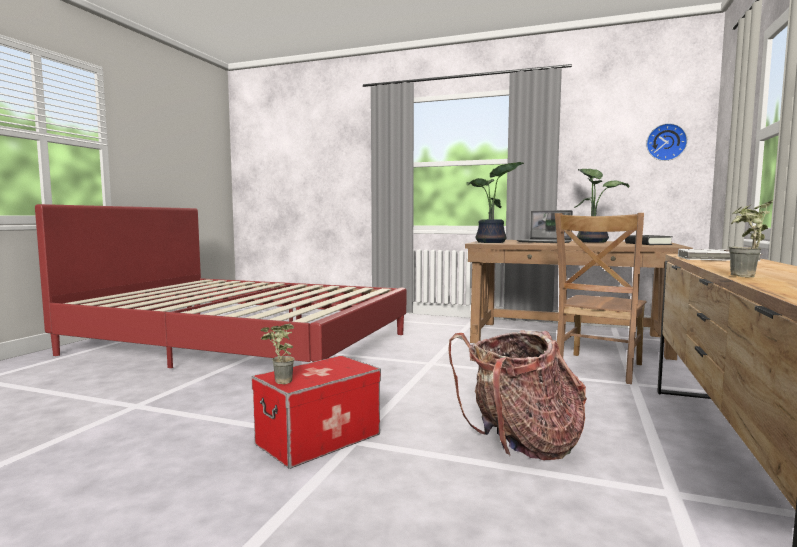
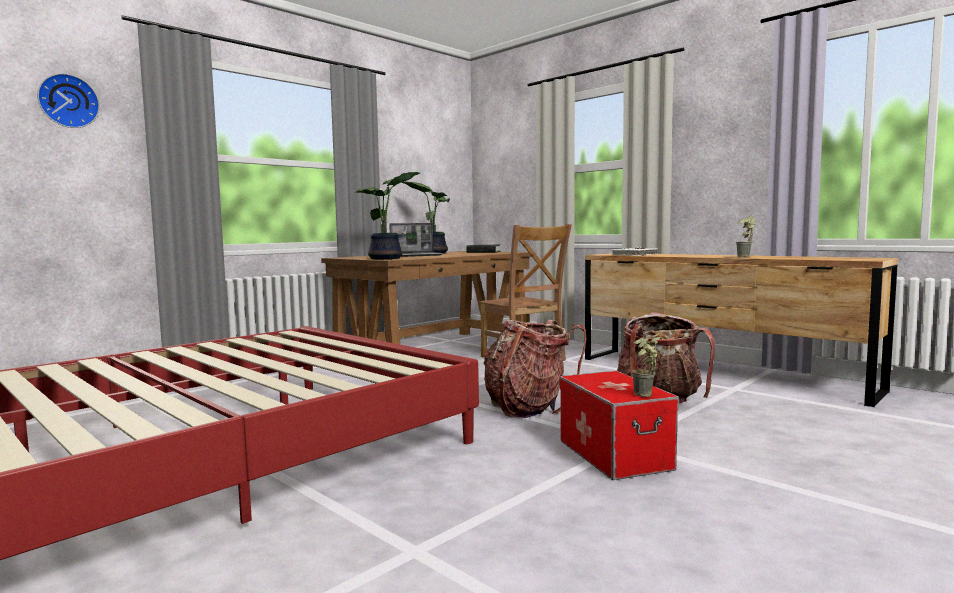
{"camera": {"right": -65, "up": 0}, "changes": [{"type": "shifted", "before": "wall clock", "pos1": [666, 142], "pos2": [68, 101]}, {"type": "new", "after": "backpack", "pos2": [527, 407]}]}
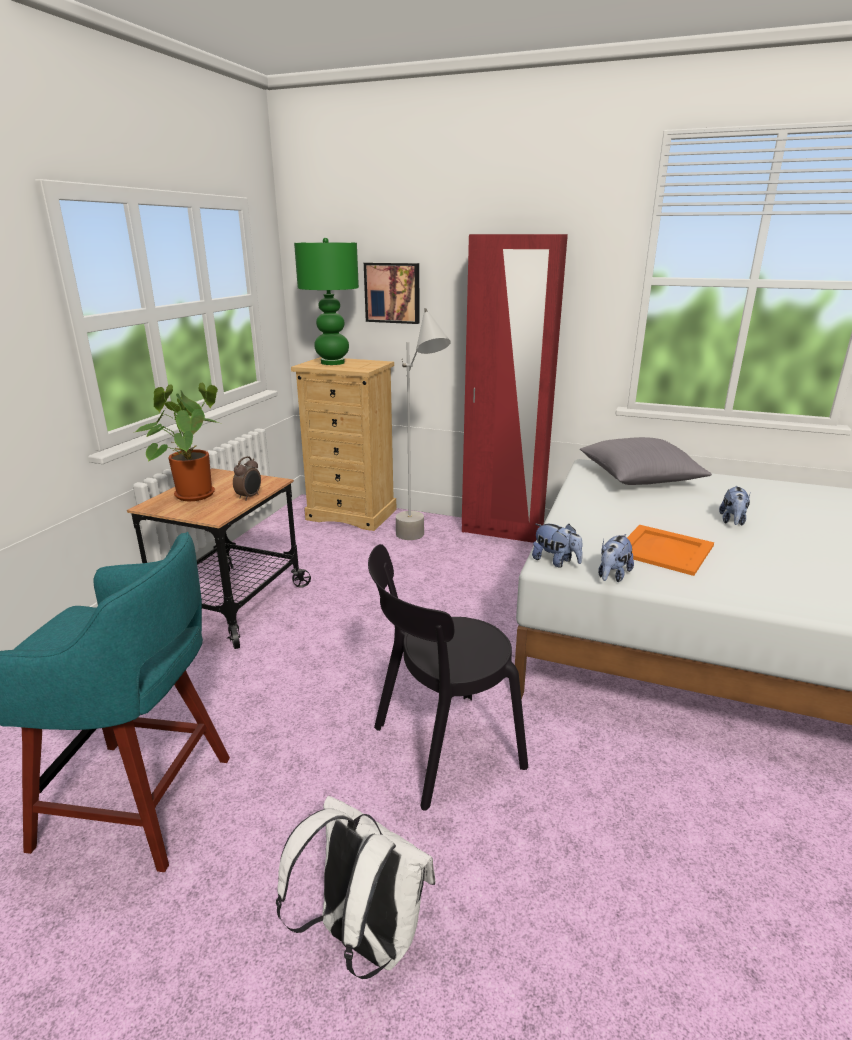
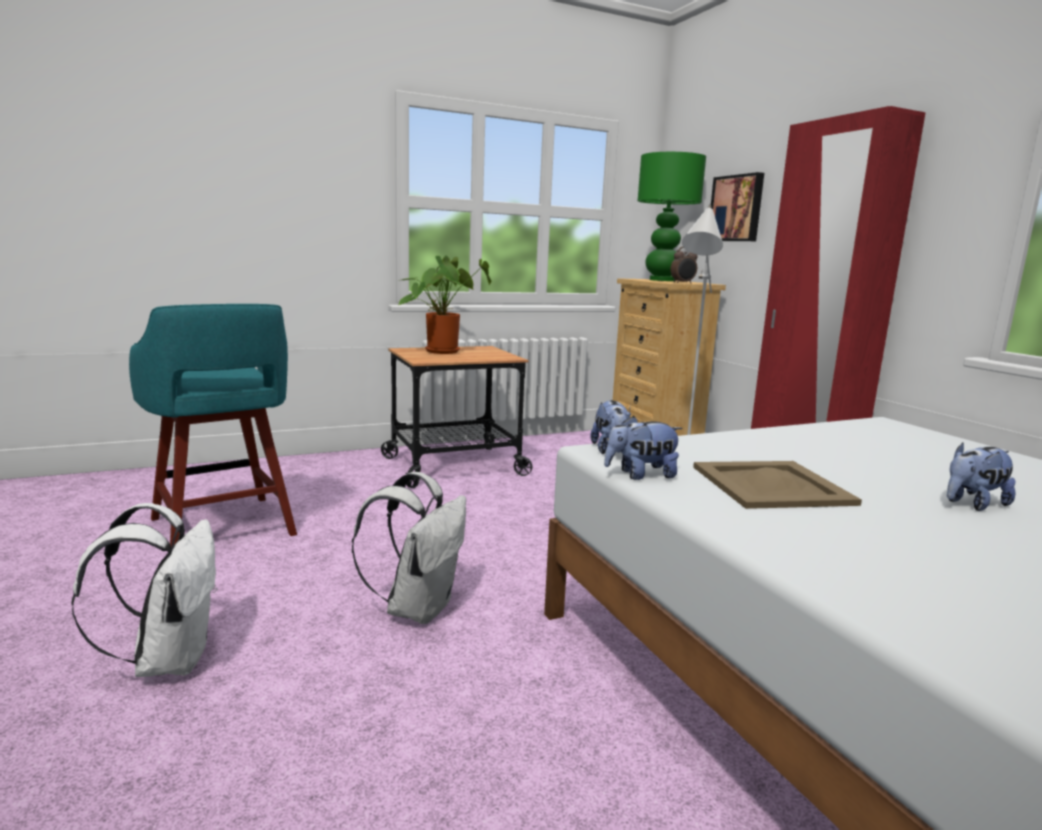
{"camera": {"right": 45, "up": -10}, "changes": [{"type": "swapped", "before": "black chair", "after": "white backpack", "pos1": [441, 749], "pos2": [418, 607]}, {"type": "shifted", "before": "alarm clock", "pos1": [249, 497], "pos2": [683, 283]}, {"type": "repainted", "before": "orange tray", "after": "beige tray", "pos1": [664, 550], "pos2": [770, 485]}, {"type": "gone", "before": "grey pillow", "pos1": [639, 478]}]}
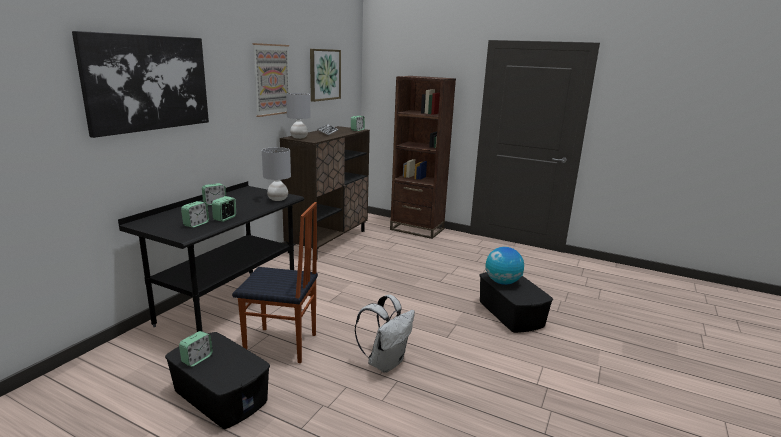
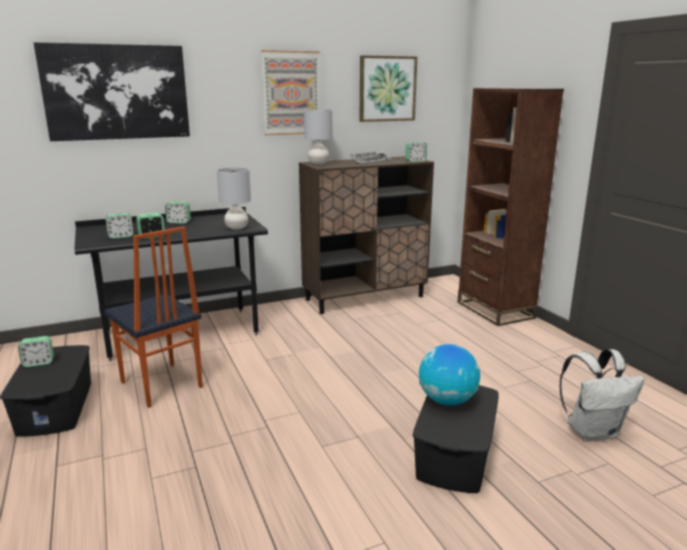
{"camera": {"right": 40, "up": 0}, "changes": [{"type": "shifted", "before": "white backpack", "pos1": [385, 362], "pos2": [593, 431]}]}
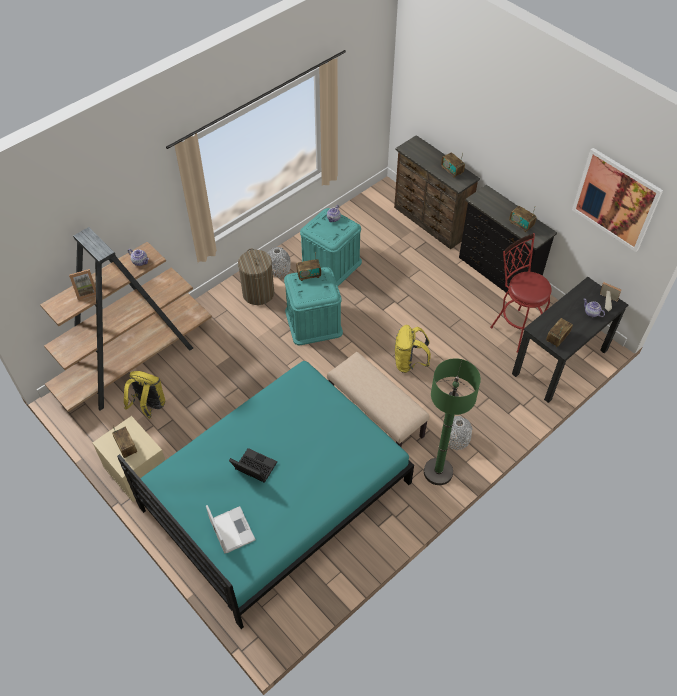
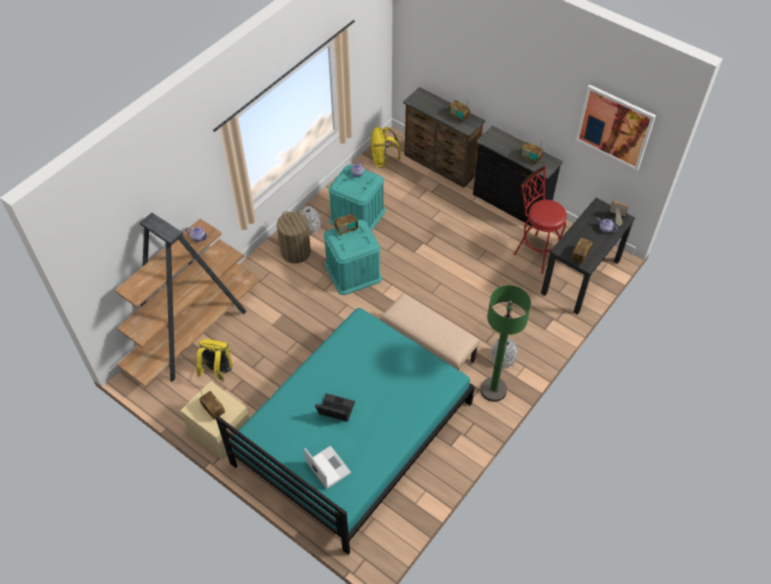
{"camera": {"right": -10, "up": 0}, "changes": [{"type": "shifted", "before": "yellow backpack", "pos1": [409, 363], "pos2": [384, 160]}, {"type": "gone", "before": "picture frame", "pos1": [86, 291]}]}
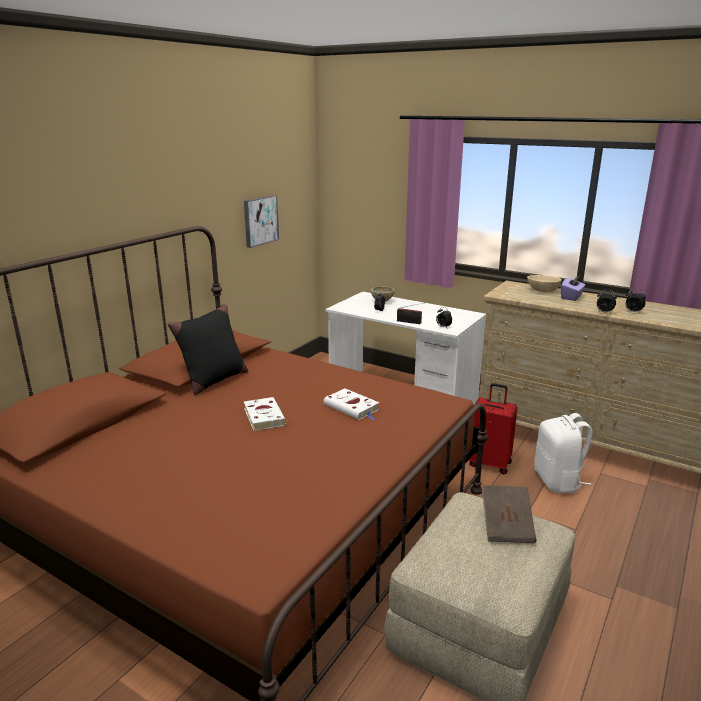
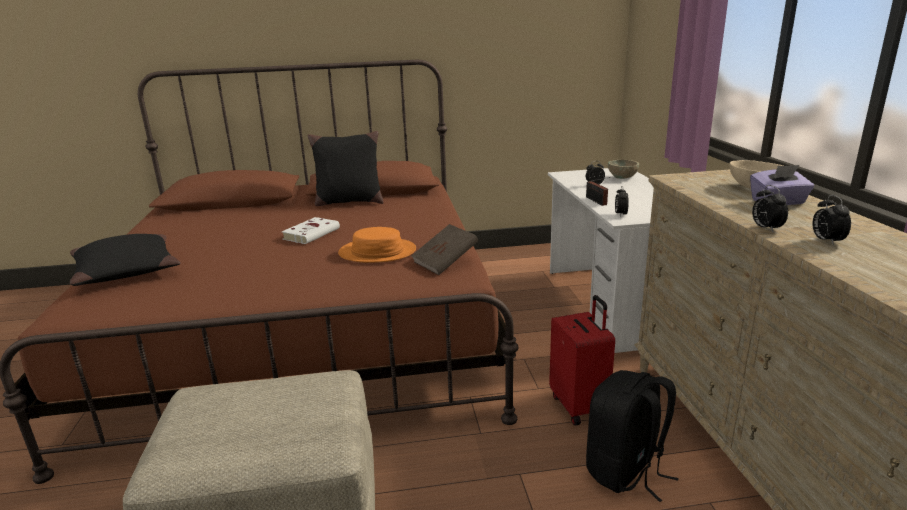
{"camera": {"right": 50, "up": 0}, "changes": [{"type": "new", "after": "black pillow", "pos2": [127, 271]}, {"type": "swapped", "before": "white book", "after": "orange hat", "pos1": [352, 408], "pos2": [377, 252]}, {"type": "shifted", "before": "brown book", "pos1": [506, 526], "pos2": [445, 262]}, {"type": "repainted", "before": "white backpack", "after": "black backpack", "pos1": [558, 481], "pos2": [626, 471]}, {"type": "gone", "before": "picture", "pos1": [260, 220]}]}
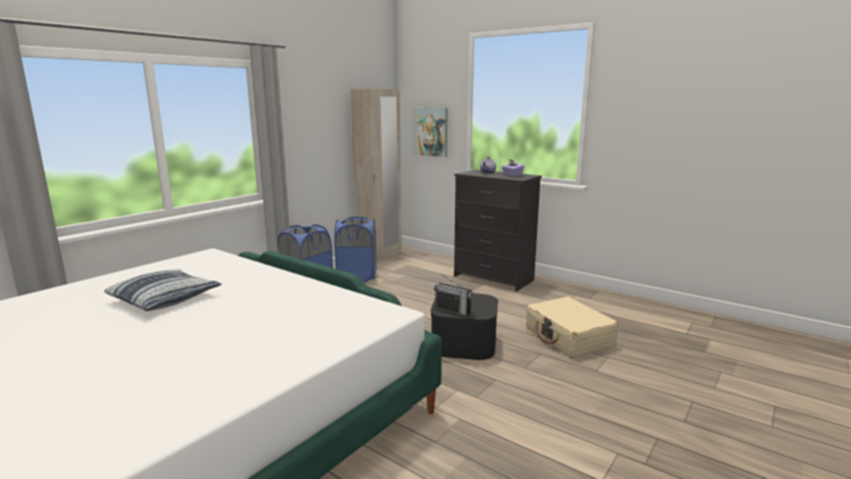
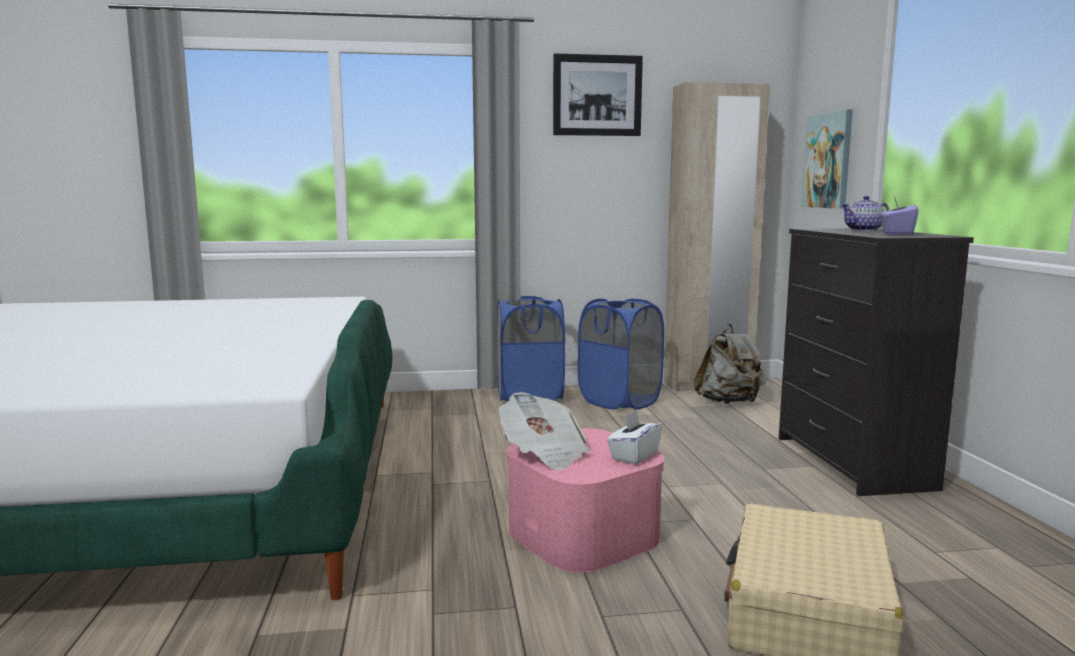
{"camera": {"right": 45, "up": -5}, "changes": [{"type": "swapped", "before": "radio", "after": "newspaper", "pos1": [453, 310], "pos2": [544, 454]}, {"type": "repainted", "before": "black storage box", "after": "pink storage box", "pos1": [464, 343], "pos2": [584, 534]}, {"type": "new", "after": "picture", "pos2": [597, 95]}, {"type": "new", "after": "white tissue box", "pos2": [634, 456]}, {"type": "new", "after": "grey backpack", "pos2": [729, 402]}, {"type": "gone", "before": "pillow", "pos1": [165, 298]}]}
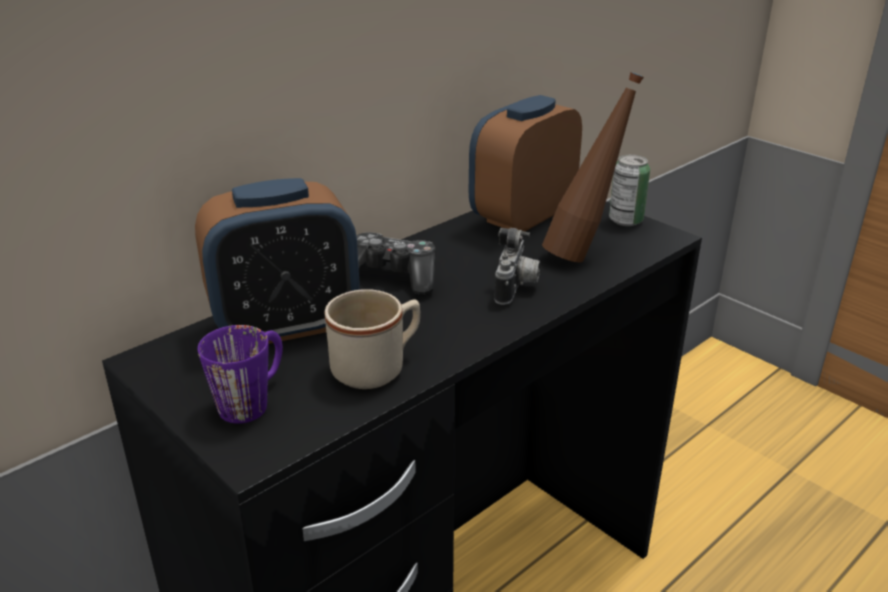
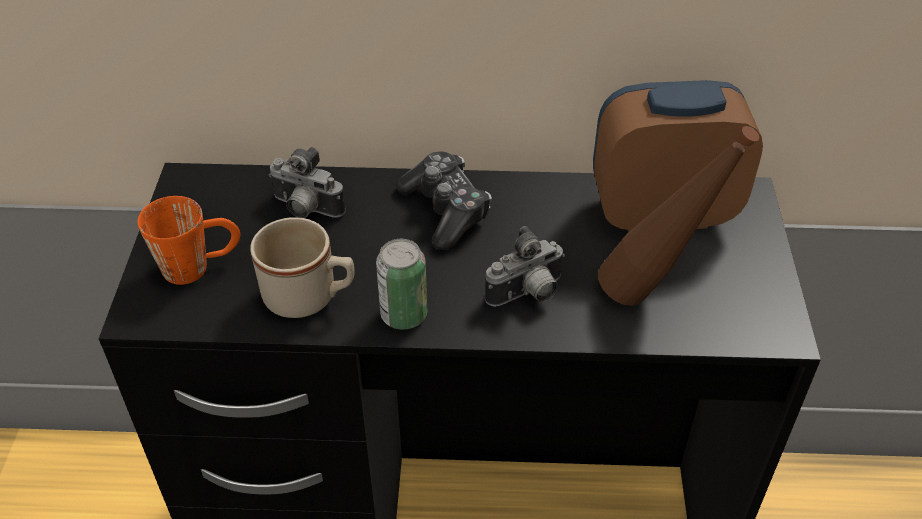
{"camera": {"right": 45, "up": 15}, "changes": [{"type": "repainted", "before": "purple mug", "after": "orange mug", "pos1": [253, 399], "pos2": [200, 265]}, {"type": "swapped", "before": "alarm clock", "after": "photo camera", "pos1": [286, 325], "pos2": [305, 210]}, {"type": "shifted", "before": "can", "pos1": [625, 220], "pos2": [404, 315]}]}
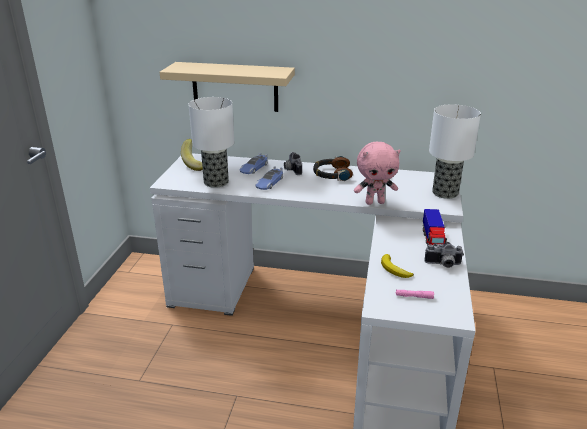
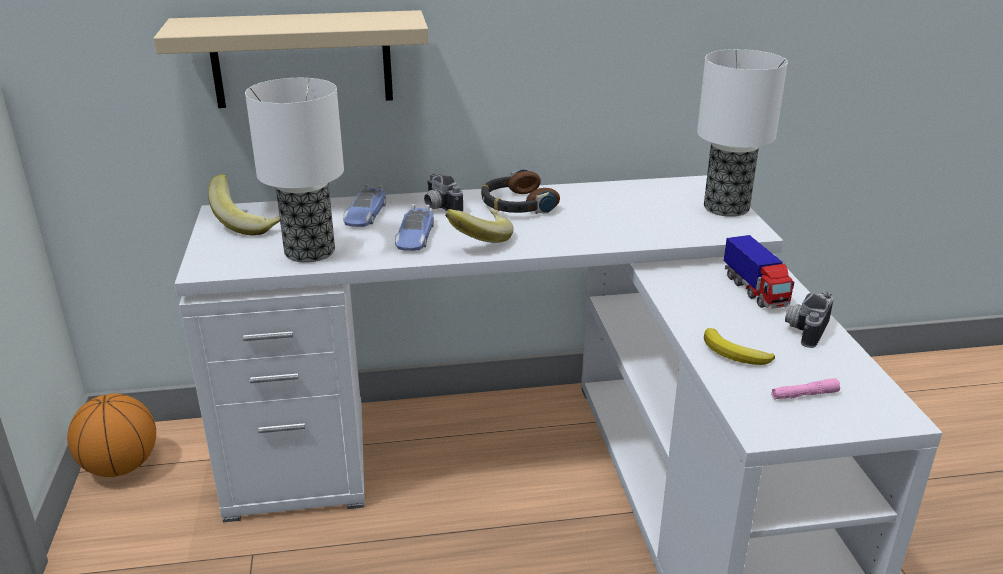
{"camera": {"right": -20, "up": 0}, "changes": [{"type": "new", "after": "basketball", "pos2": [120, 467]}, {"type": "new", "after": "banana", "pos2": [479, 239]}, {"type": "rotated", "before": "photo camera", "pos1": [443, 265], "pos2": [804, 329], "turn": 135}, {"type": "gone", "before": "pink plush toy", "pos1": [375, 202]}]}
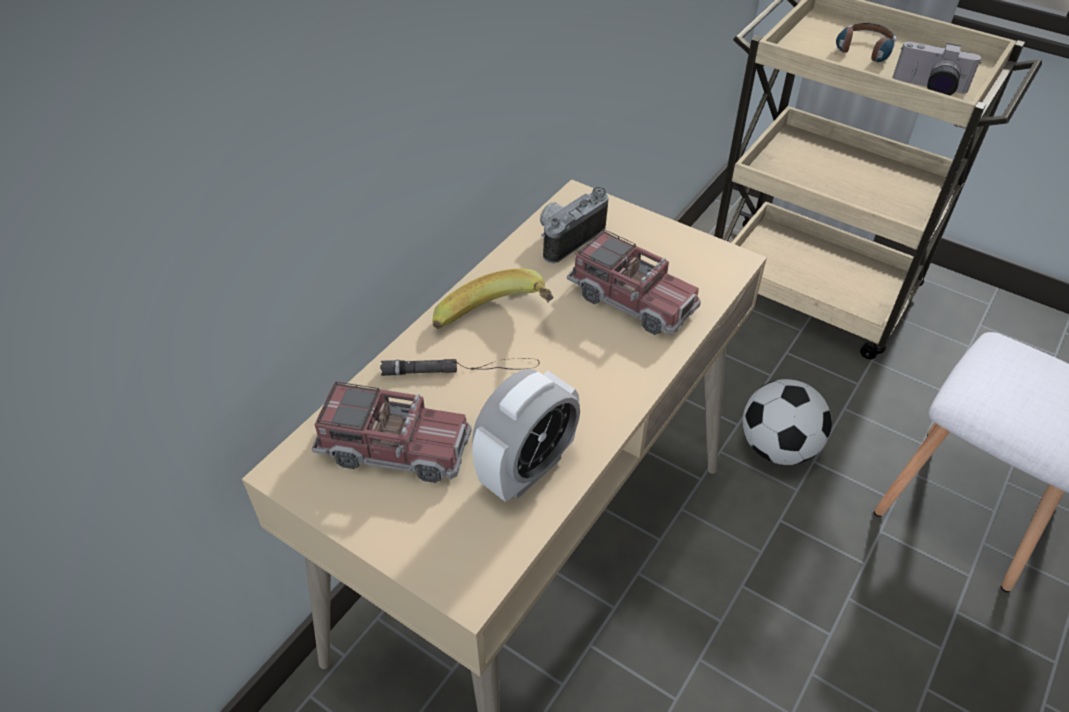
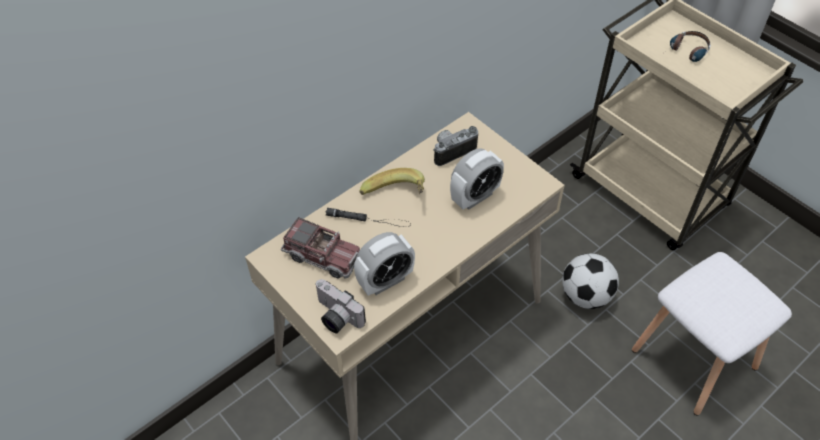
{"camera": {"right": 15, "up": 5}, "changes": [{"type": "shifted", "before": "photo camera", "pos1": [928, 89], "pos2": [335, 317]}, {"type": "swapped", "before": "toy truck", "after": "alarm clock", "pos1": [632, 300], "pos2": [475, 197]}]}
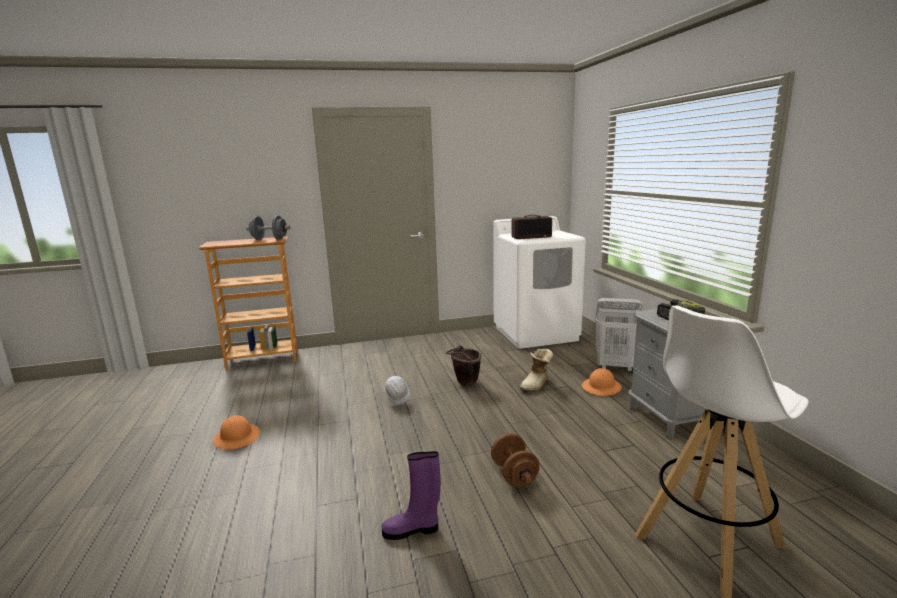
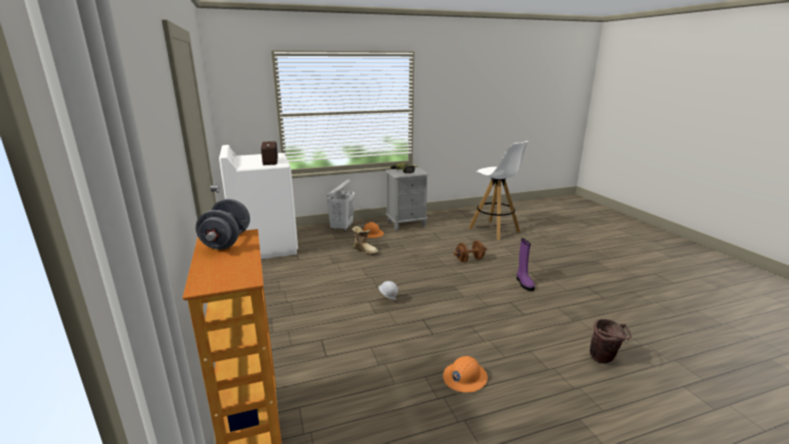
{"camera": {"right": -95, "up": 5}, "changes": [{"type": "shifted", "before": "brown bucket", "pos1": [464, 383], "pos2": [604, 360]}]}
